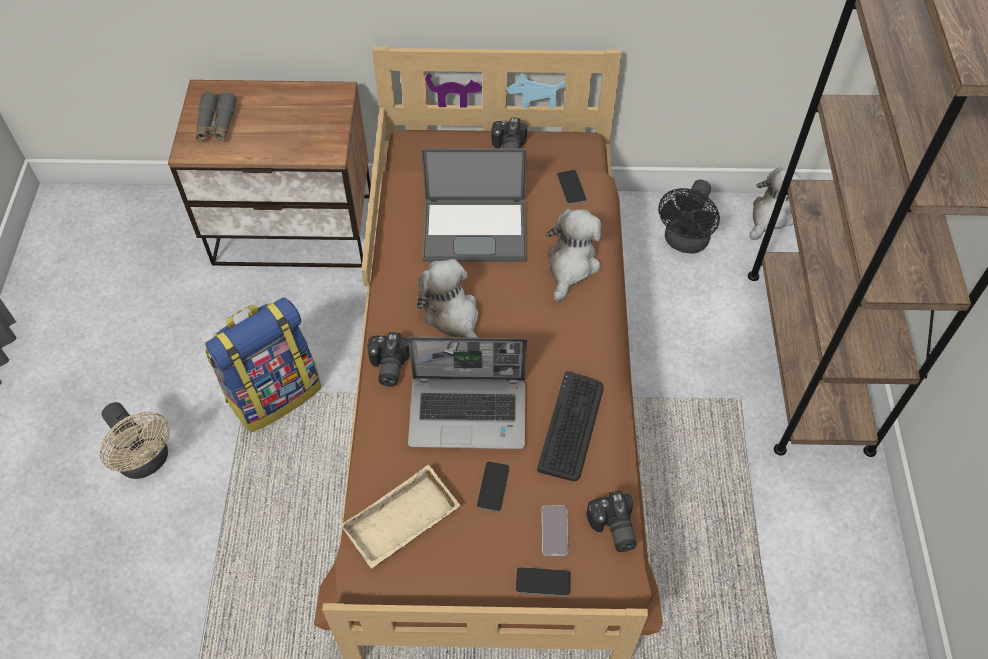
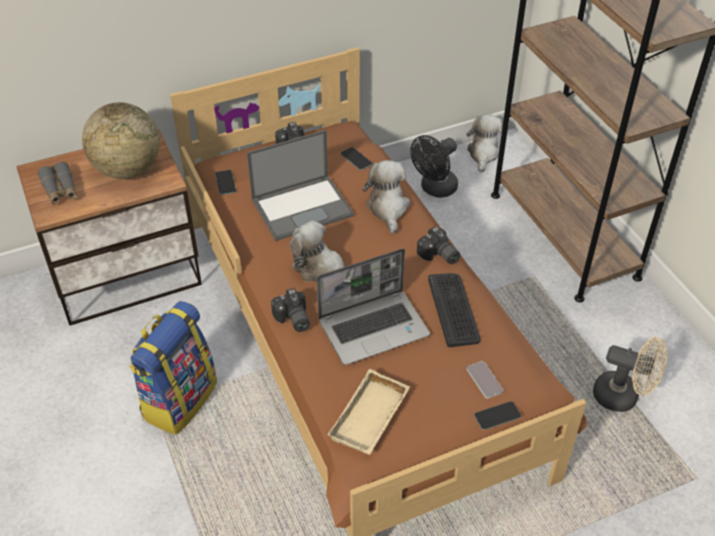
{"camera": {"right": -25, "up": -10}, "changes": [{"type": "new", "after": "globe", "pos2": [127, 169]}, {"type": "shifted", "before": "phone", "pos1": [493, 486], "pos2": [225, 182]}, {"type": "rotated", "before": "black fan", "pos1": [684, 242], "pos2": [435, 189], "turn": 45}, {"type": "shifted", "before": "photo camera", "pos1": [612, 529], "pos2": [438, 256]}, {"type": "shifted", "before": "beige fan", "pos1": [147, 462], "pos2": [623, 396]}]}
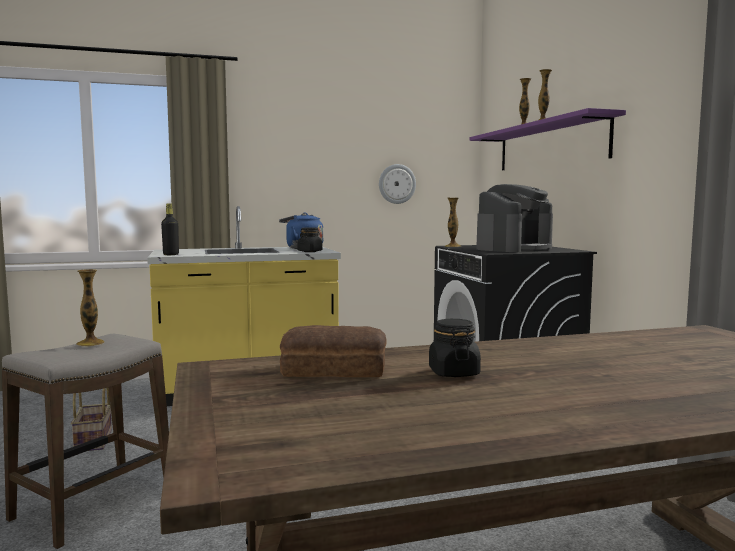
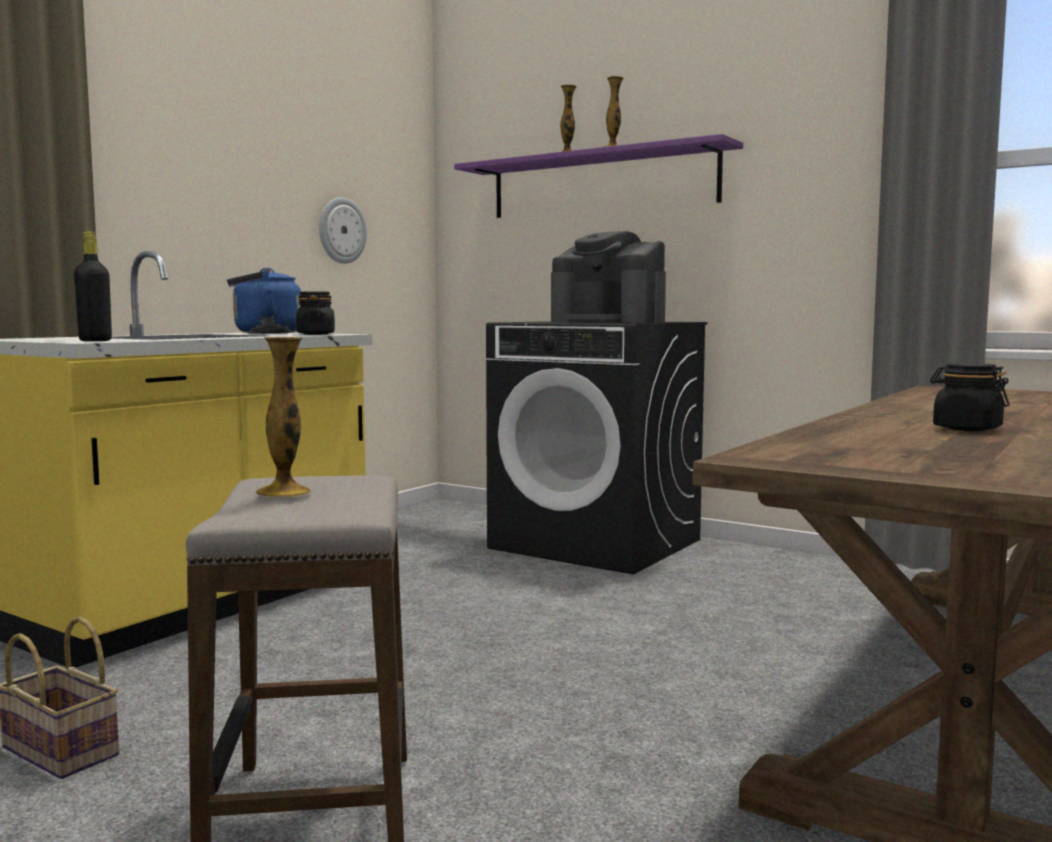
{"camera": {"right": -40, "up": 0}, "changes": [{"type": "rotated", "before": "coffee machine", "pos1": [514, 248], "pos2": [609, 321], "turn": 120}, {"type": "gone", "before": "bread", "pos1": [335, 371]}, {"type": "gone", "before": "vase", "pos1": [453, 246]}]}
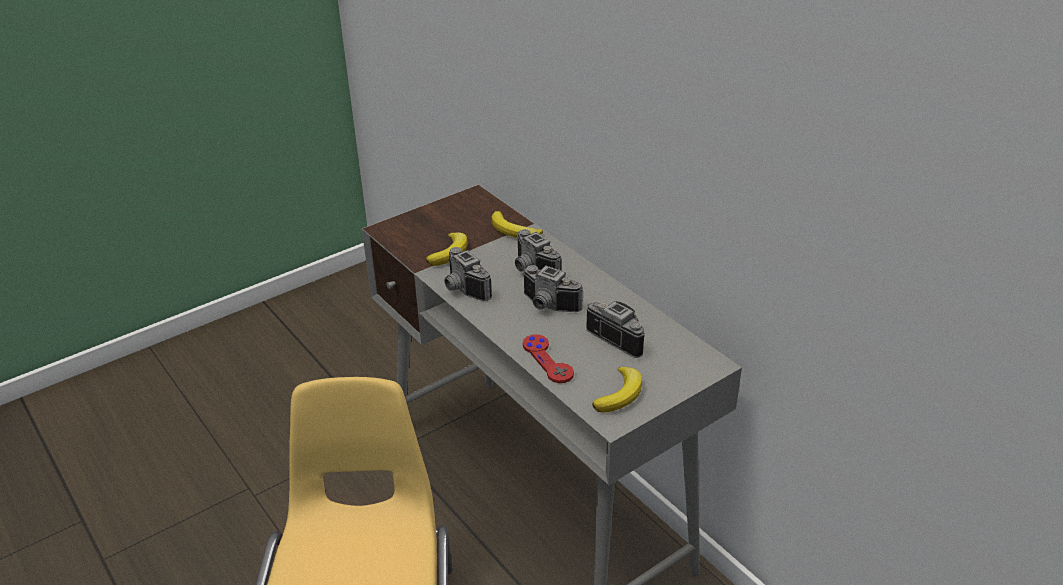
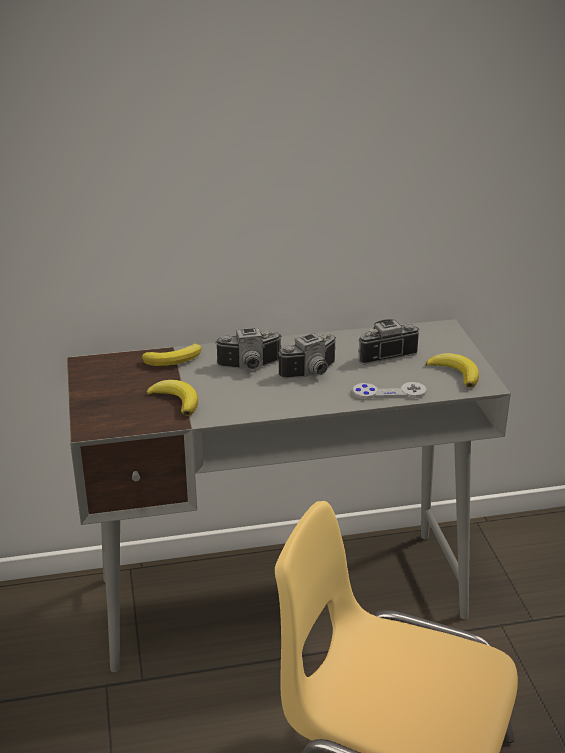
{"camera": {"right": -65, "up": -5}, "changes": [{"type": "repainted", "before": "red game controller", "after": "grey game controller", "pos1": [547, 360], "pos2": [389, 392]}, {"type": "gone", "before": "photo camera", "pos1": [462, 289]}]}
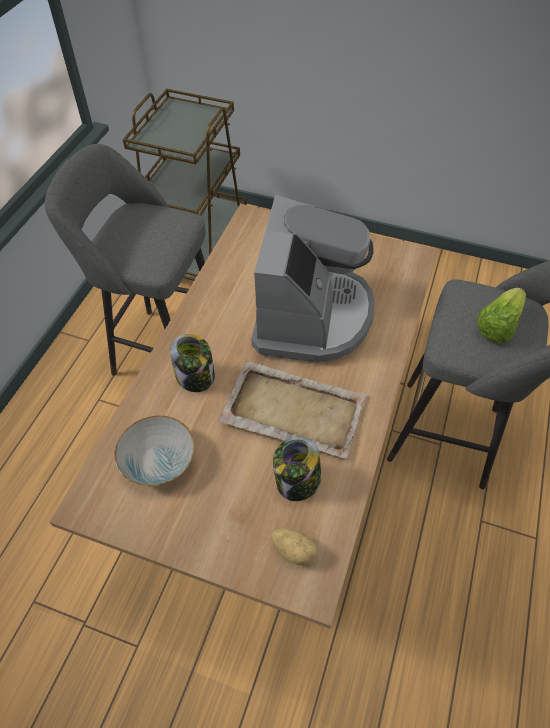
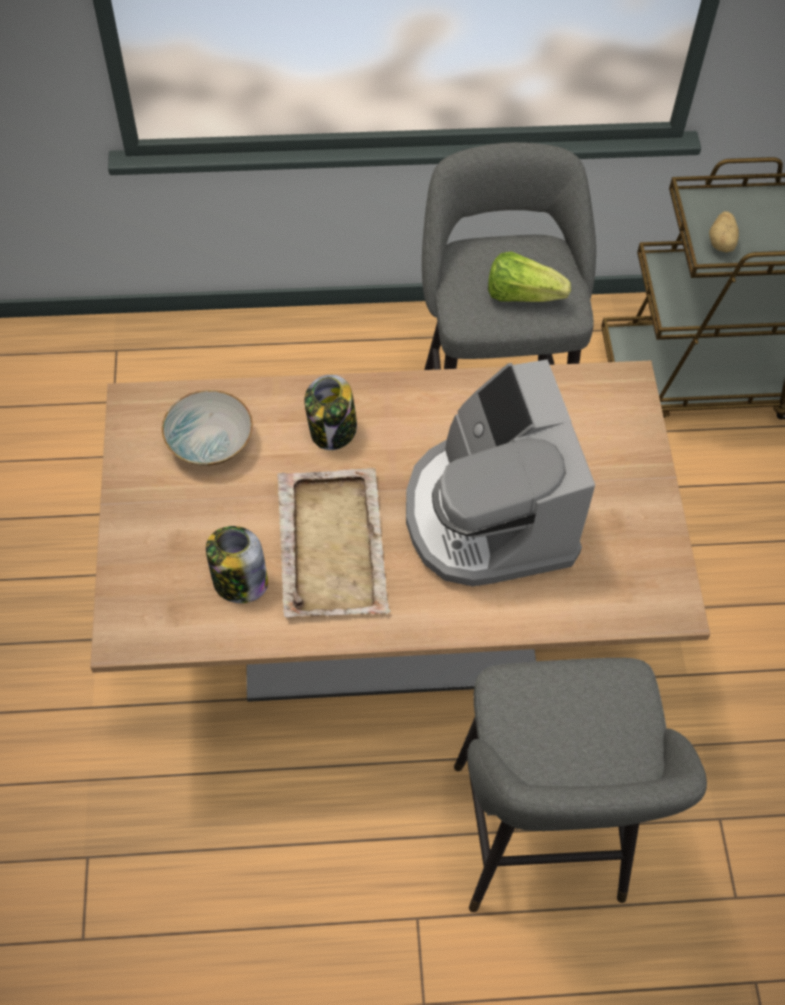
{"camera": {"right": 65, "up": 5}, "changes": [{"type": "rotated", "before": "coffee machine", "pos1": [311, 316], "pos2": [488, 515], "turn": 90}, {"type": "shifted", "before": "lettuce", "pos1": [497, 326], "pos2": [522, 295]}, {"type": "shifted", "before": "potato", "pos1": [294, 550], "pos2": [722, 242]}]}
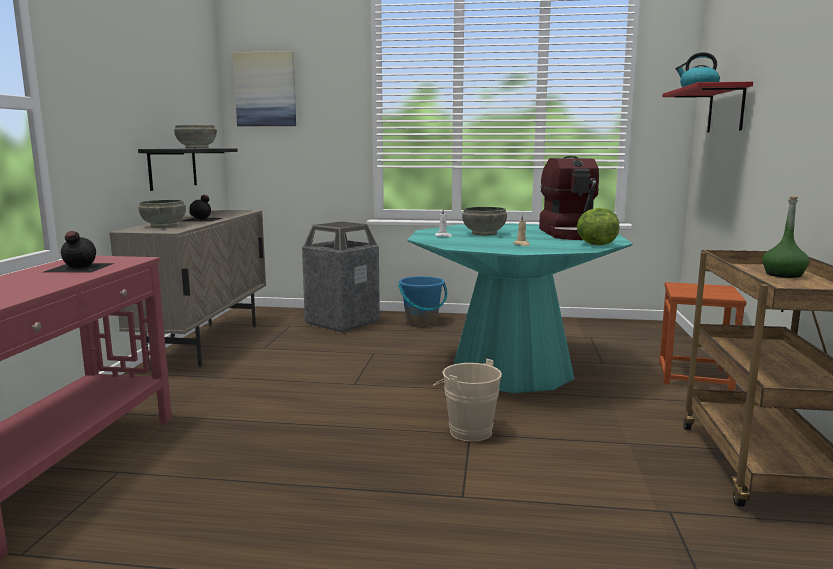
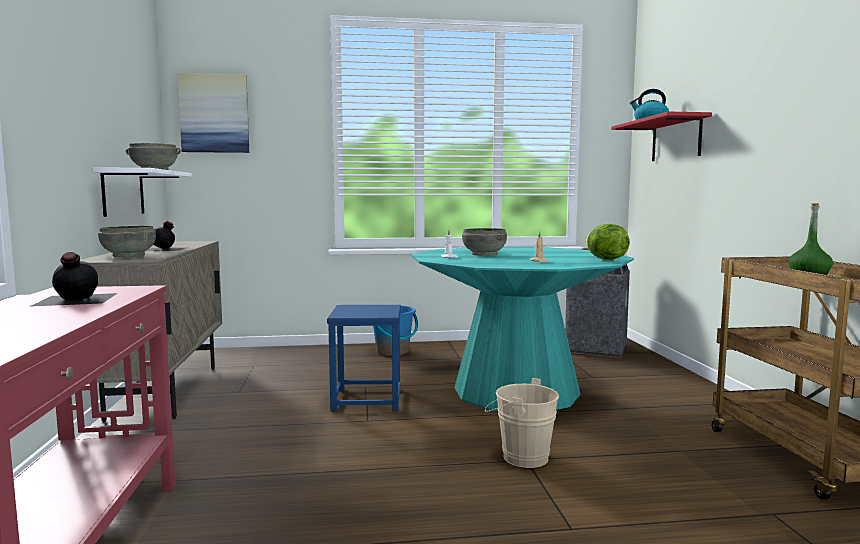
{"camera": {"right": -15, "up": -5}, "changes": [{"type": "repainted", "before": "black shelf", "after": "white shelf", "pos1": [173, 168], "pos2": [123, 192]}, {"type": "new", "after": "blue stool", "pos2": [366, 399]}, {"type": "shifted", "before": "trash can", "pos1": [342, 322], "pos2": [595, 348]}, {"type": "gone", "before": "coffee machine", "pos1": [571, 234]}, {"type": "gone", "before": "brown stool", "pos1": [695, 376]}]}
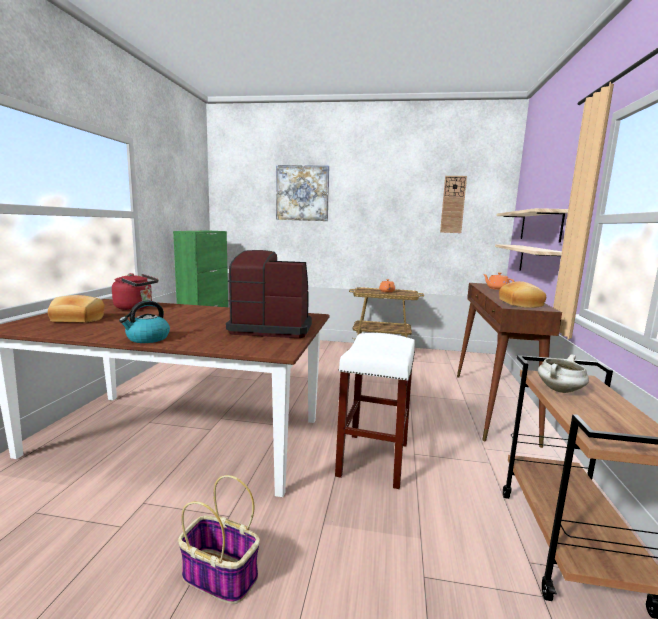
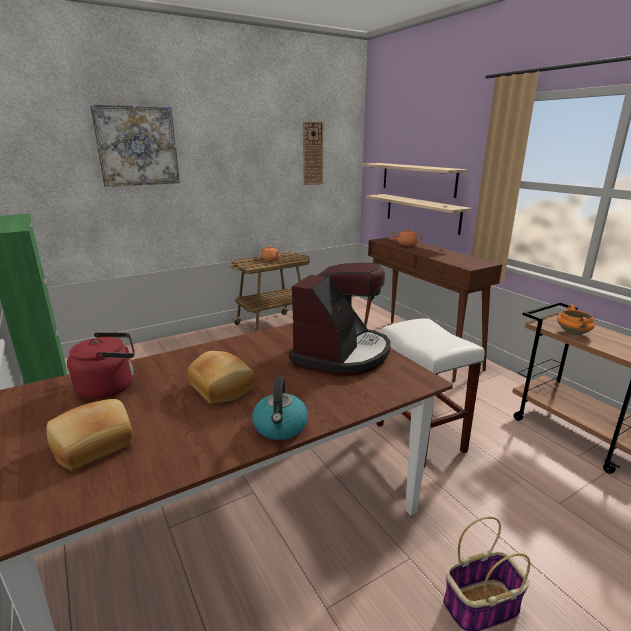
{"camera": {"right": -40, "up": 10}, "changes": [{"type": "shifted", "before": "bread", "pos1": [521, 304], "pos2": [223, 387]}, {"type": "rotated", "before": "coffee machine", "pos1": [271, 328], "pos2": [342, 354], "turn": 150}, {"type": "repainted", "before": "white cooking pot", "after": "orange cooking pot", "pos1": [560, 390], "pos2": [573, 333]}]}
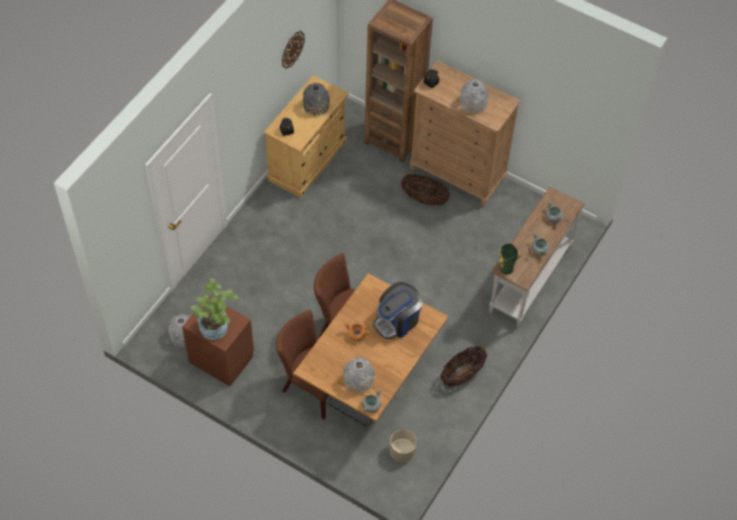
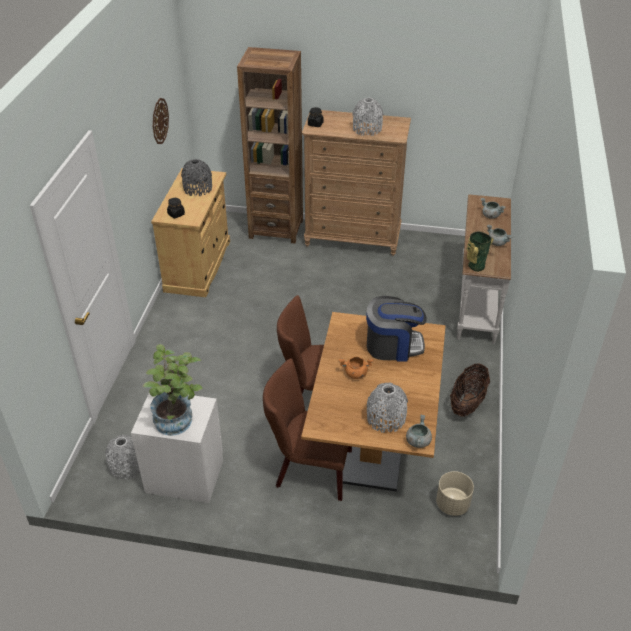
{"camera": {"right": -20, "up": -15}, "changes": [{"type": "repainted", "before": "brown nightstand", "after": "white nightstand", "pos1": [222, 358], "pos2": [185, 475]}, {"type": "rotated", "before": "coffee machine", "pos1": [397, 321], "pos2": [393, 345], "turn": -120}, {"type": "gone", "before": "basket", "pos1": [424, 199]}]}
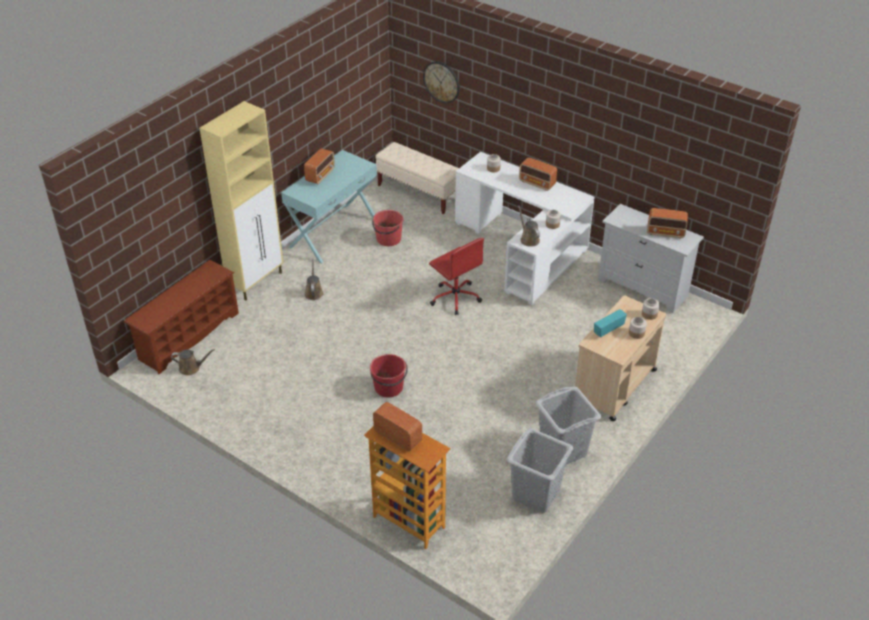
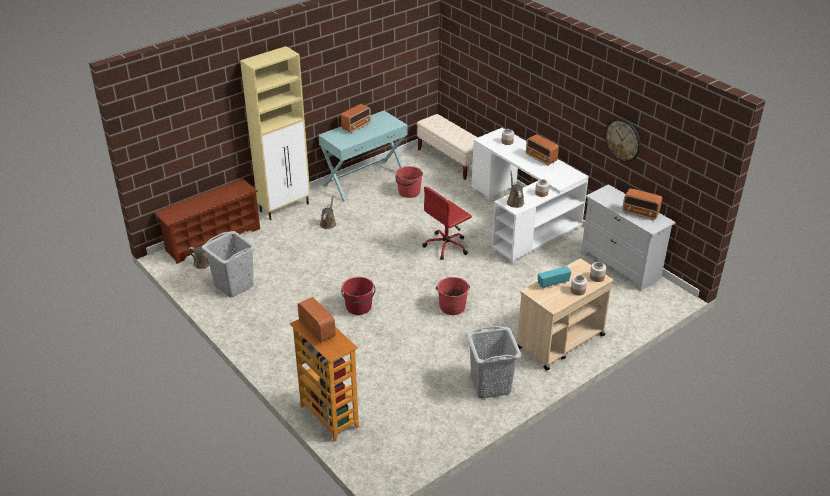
{"camera": {"right": 15, "up": -5}, "changes": [{"type": "shifted", "before": "grey laundry basket", "pos1": [535, 493], "pos2": [234, 285]}, {"type": "rotated", "before": "red office chair", "pos1": [455, 297], "pos2": [446, 246], "turn": 75}, {"type": "new", "after": "red bucket", "pos2": [452, 307]}, {"type": "shifted", "before": "wall clock", "pos1": [441, 81], "pos2": [623, 139]}]}
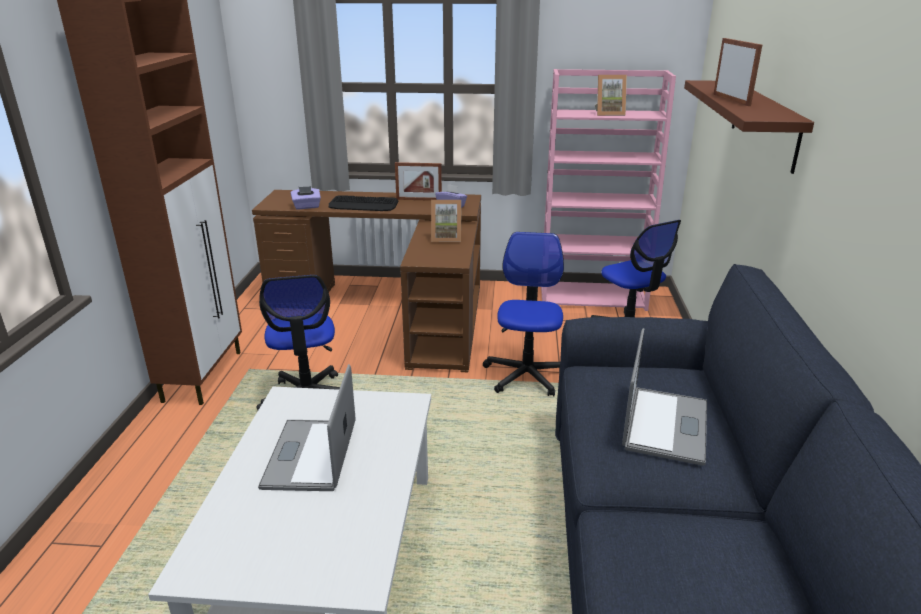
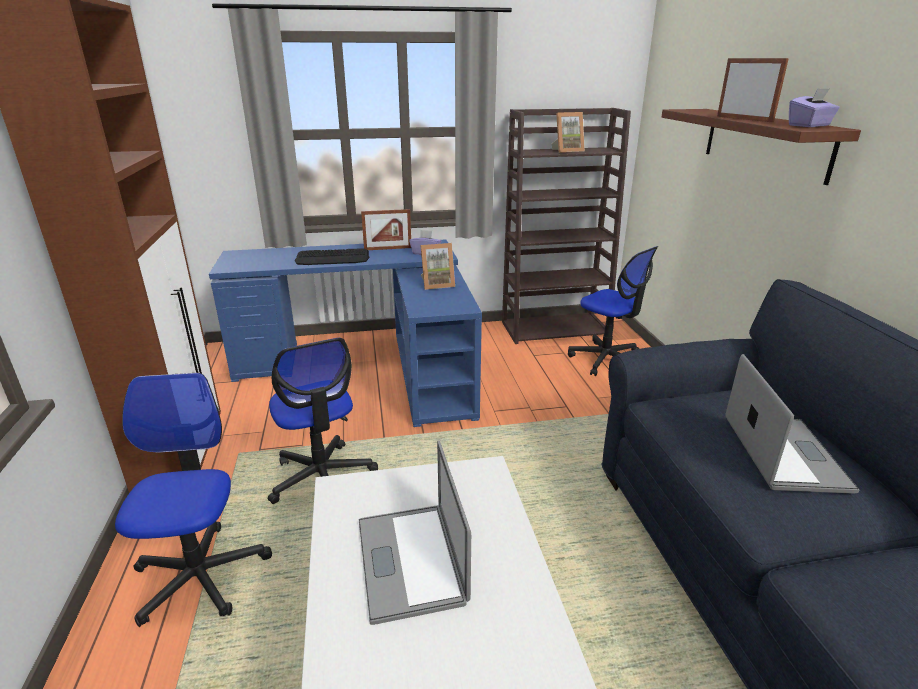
{"camera": {"right": -15, "up": 0}, "changes": [{"type": "shifted", "before": "office chair", "pos1": [527, 375], "pos2": [200, 575]}, {"type": "repainted", "before": "brown desk", "after": "blue desk", "pos1": [394, 310], "pos2": [372, 366]}, {"type": "repainted", "before": "pink bookcase", "after": "brown bookcase", "pos1": [593, 296], "pos2": [555, 328]}, {"type": "shifted", "before": "purple tissue box", "pos1": [307, 207], "pos2": [809, 125]}]}
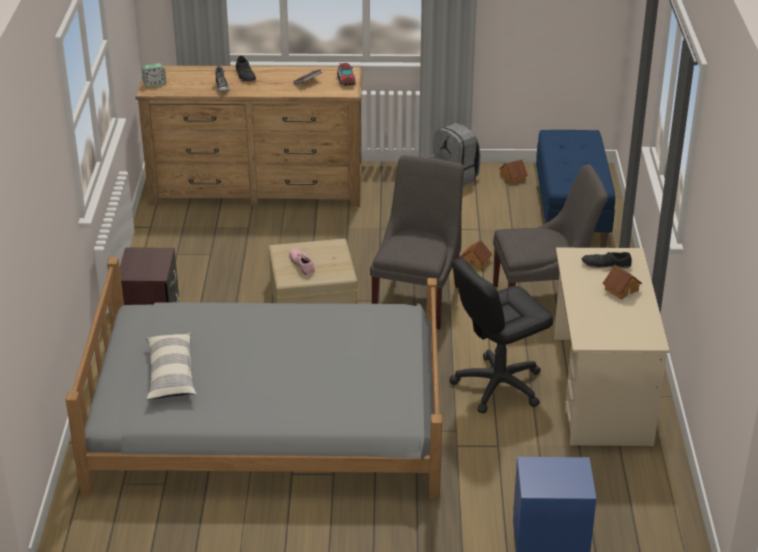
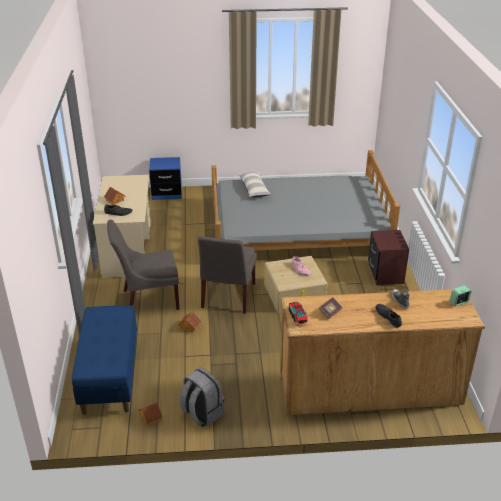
{"camera": {"right": 175, "up": 0}, "changes": [{"type": "shifted", "before": "pillow", "pos1": [171, 374], "pos2": [254, 189]}, {"type": "gone", "before": "black office chair", "pos1": [498, 385]}]}
